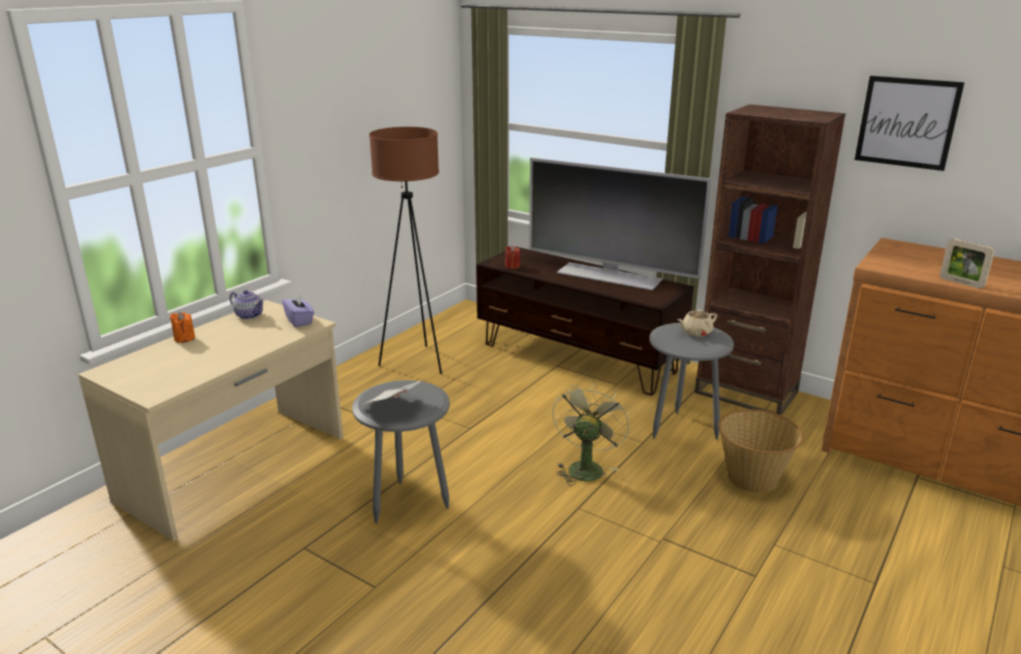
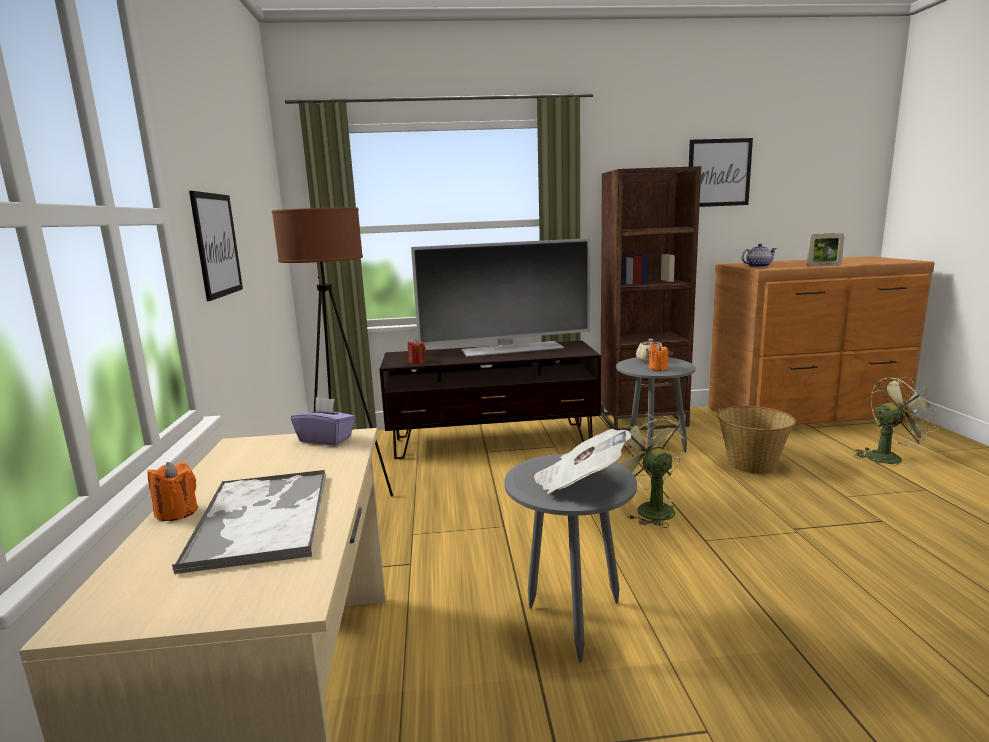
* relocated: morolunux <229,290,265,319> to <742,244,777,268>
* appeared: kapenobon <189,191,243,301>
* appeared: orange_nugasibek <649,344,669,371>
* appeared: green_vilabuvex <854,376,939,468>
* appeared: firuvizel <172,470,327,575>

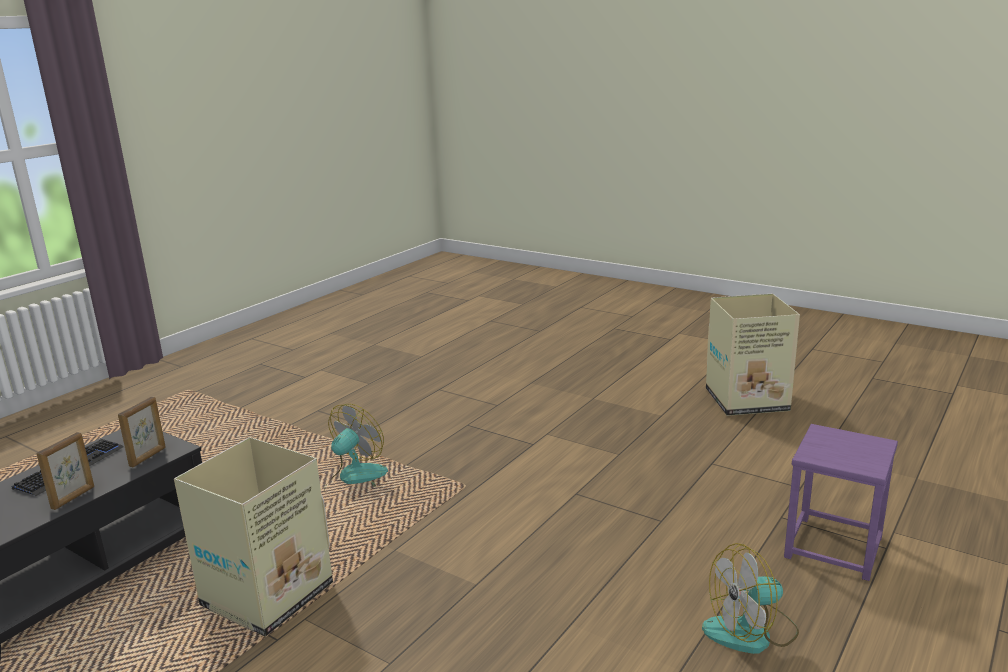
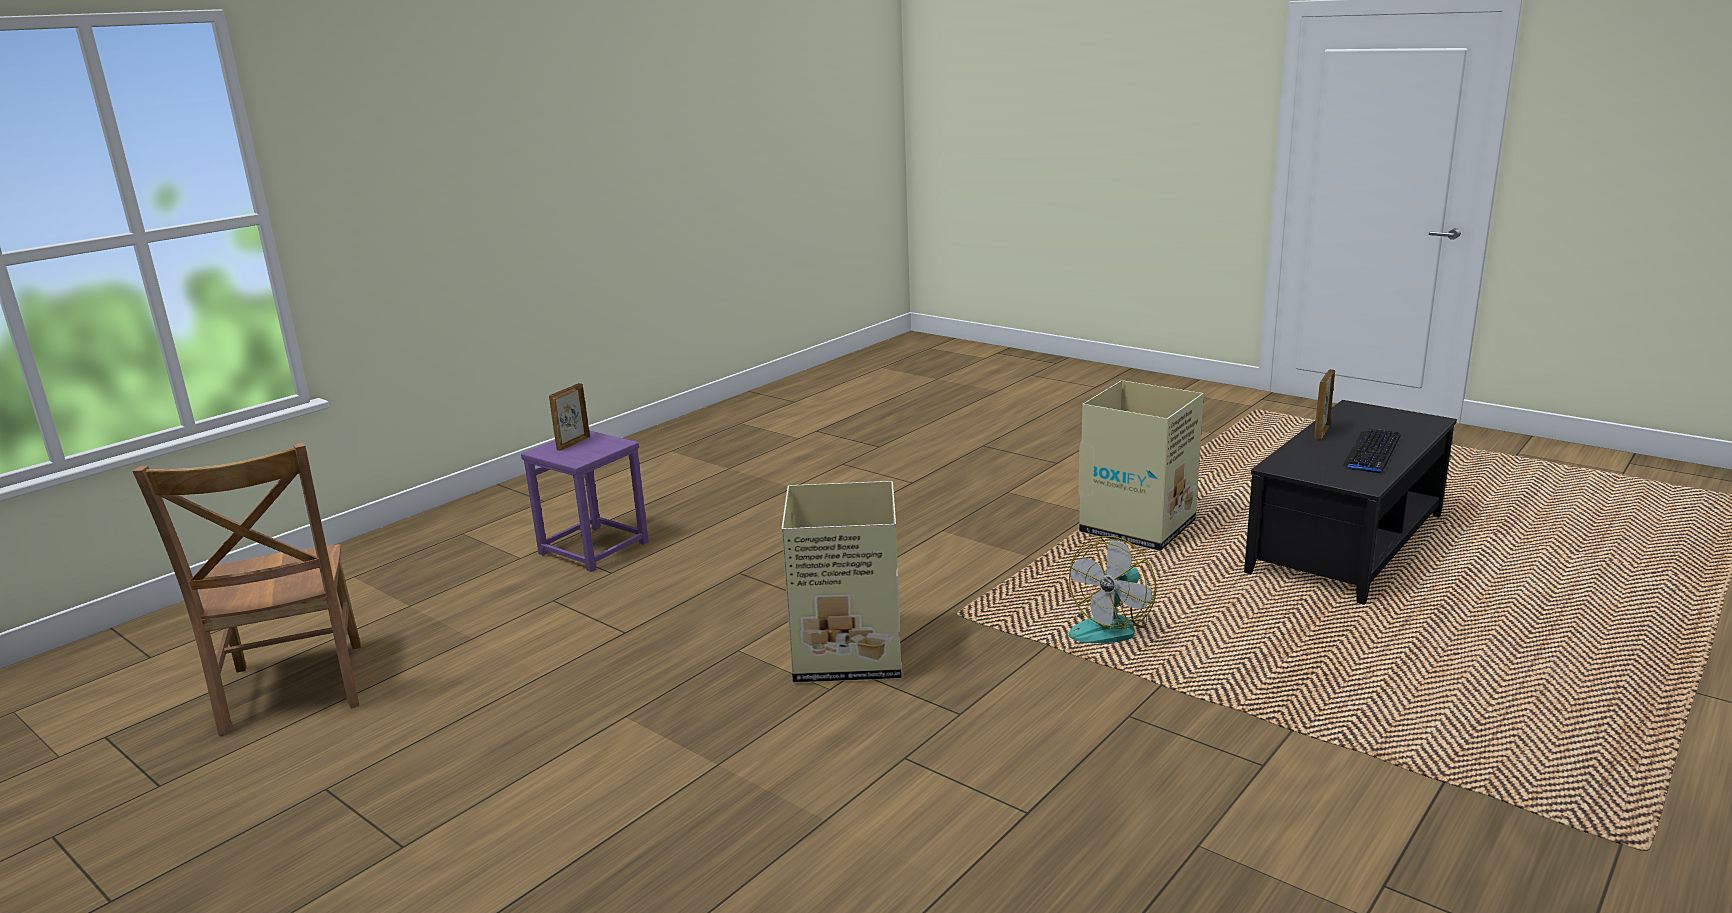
* relocated: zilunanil <706,294,800,416> to <782,481,902,683>
* relocated: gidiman <118,397,166,467> to <549,383,590,451>
* missing: vilabuvex <702,543,799,654>
* appeared: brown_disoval <133,442,361,736>

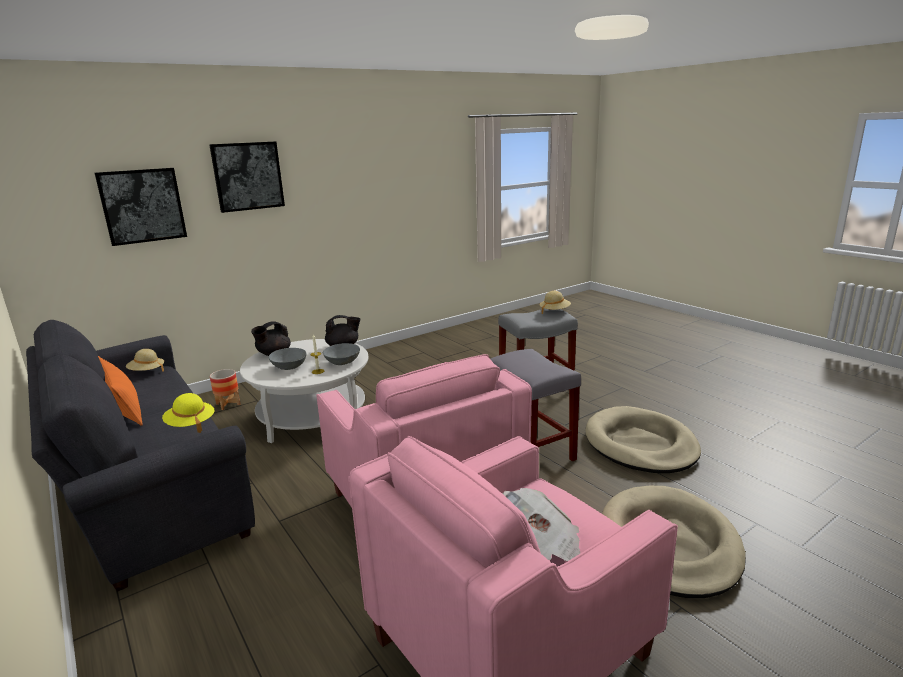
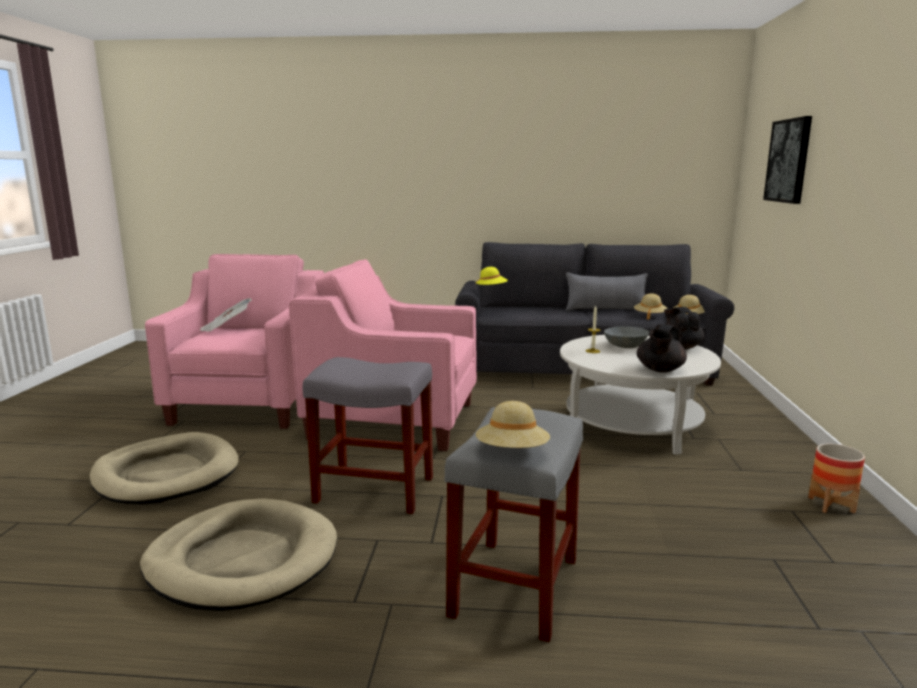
* missing: kapenobon <209,142,285,213>
* missing: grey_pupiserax <323,343,360,365>
* colour: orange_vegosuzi <98,356,143,426> to grey_vegosuzi <566,273,648,311>
* relocated: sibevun <210,369,240,410> to <808,444,865,514>
* appeared: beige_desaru <634,293,668,320>

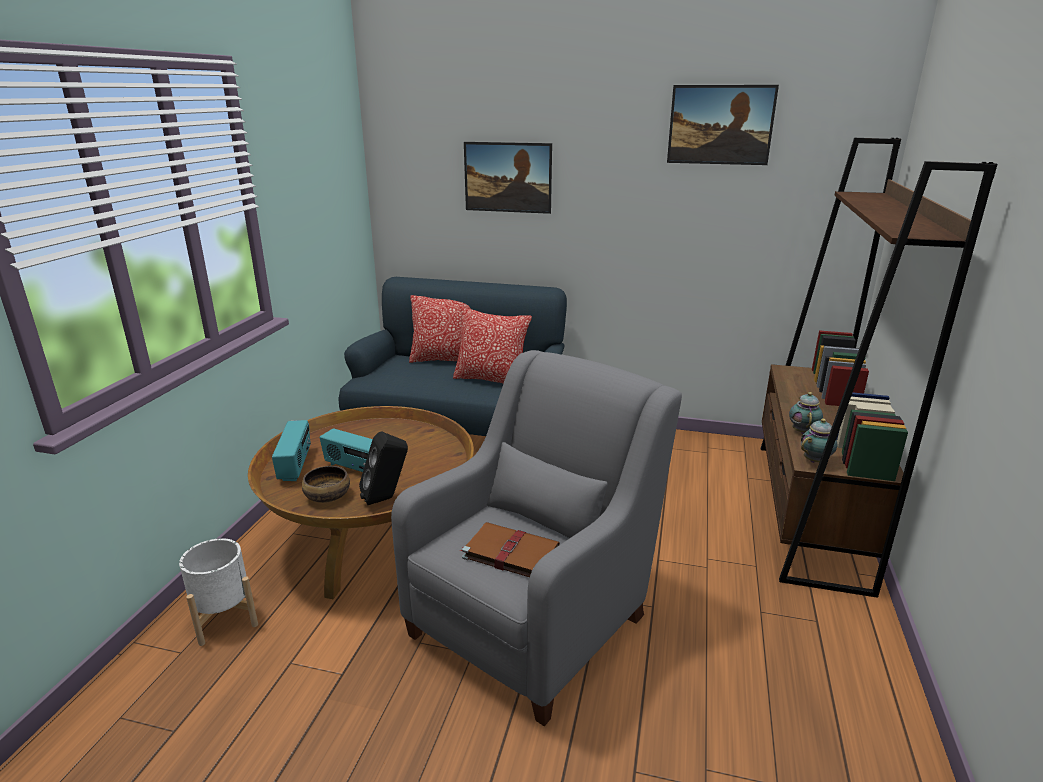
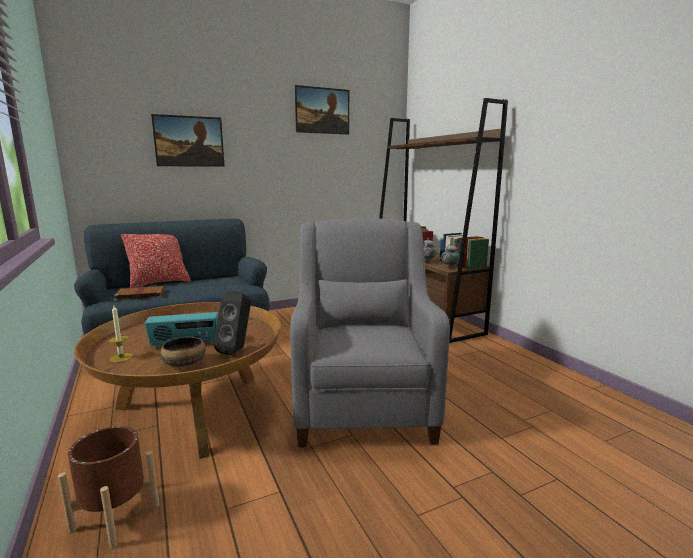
* missing: vegosuzi <453,308,532,383>
* exchanged: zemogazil <272,420,311,481> to nugasibek <108,306,133,363>
* relocated: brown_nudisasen <460,522,560,577> to <114,286,165,301>
* colour: white_sibevun <179,538,258,646> to brown_sibevun <58,426,159,549>

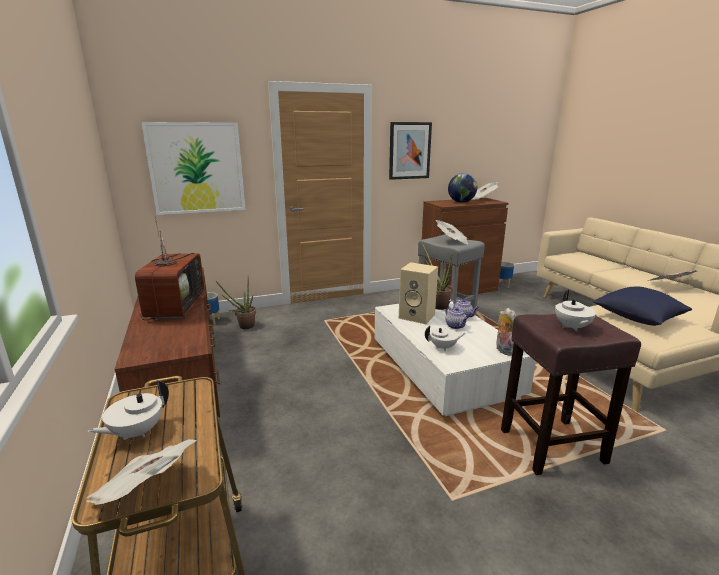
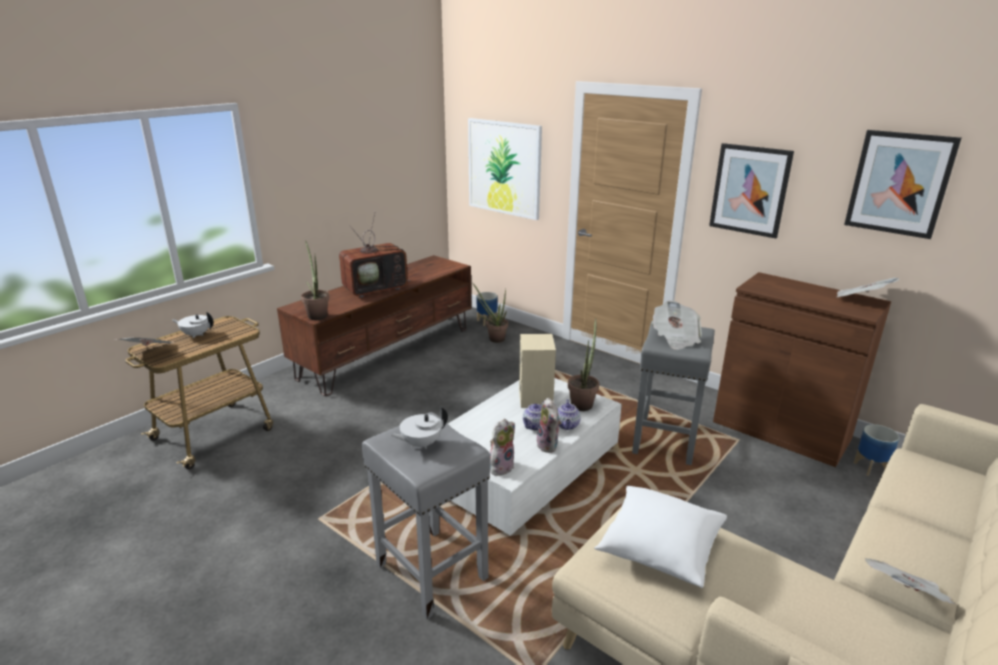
* missing: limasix <448,173,477,203>
* colour: blue_vegosuzi <593,287,692,326> to white_vegosuzi <594,486,727,588>
* colour: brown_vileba <501,314,641,475> to grey_vileba <362,412,490,619>
* missing: white_morolunux <425,326,466,351>
* appeared: kapenobon <844,130,961,239>
* appeared: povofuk <301,240,329,320>
* appeared: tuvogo <537,397,561,453>

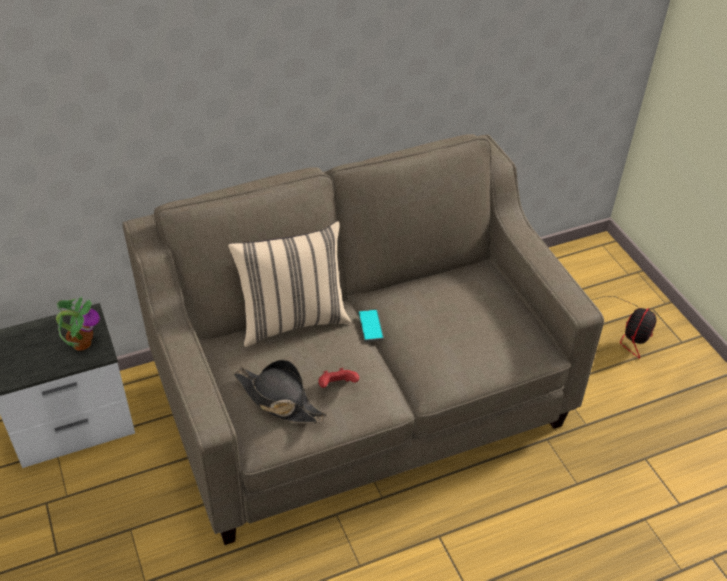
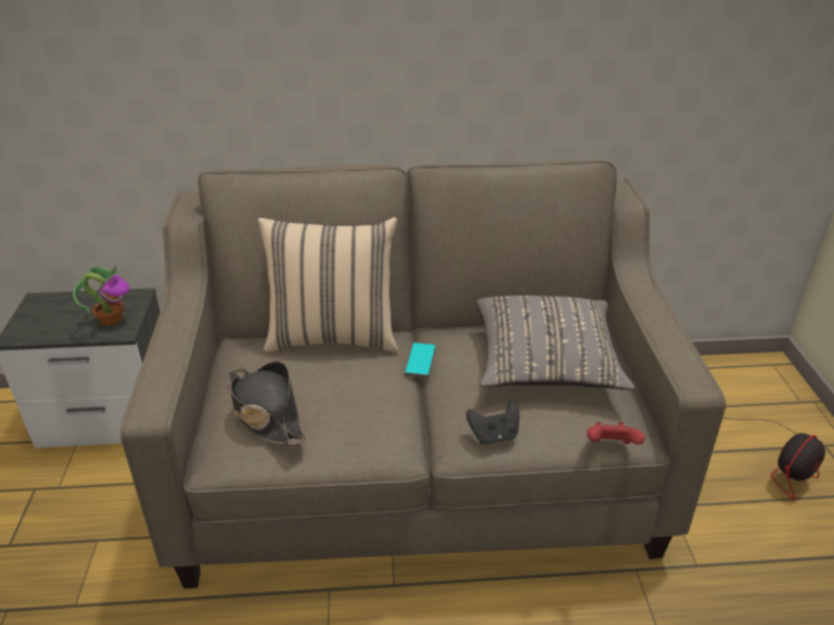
* relocated: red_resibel <318,368,359,388> to <587,422,645,445>
* appeared: grey_vegosuzi <476,295,635,390>
* appeared: black_resibel <466,401,520,444>

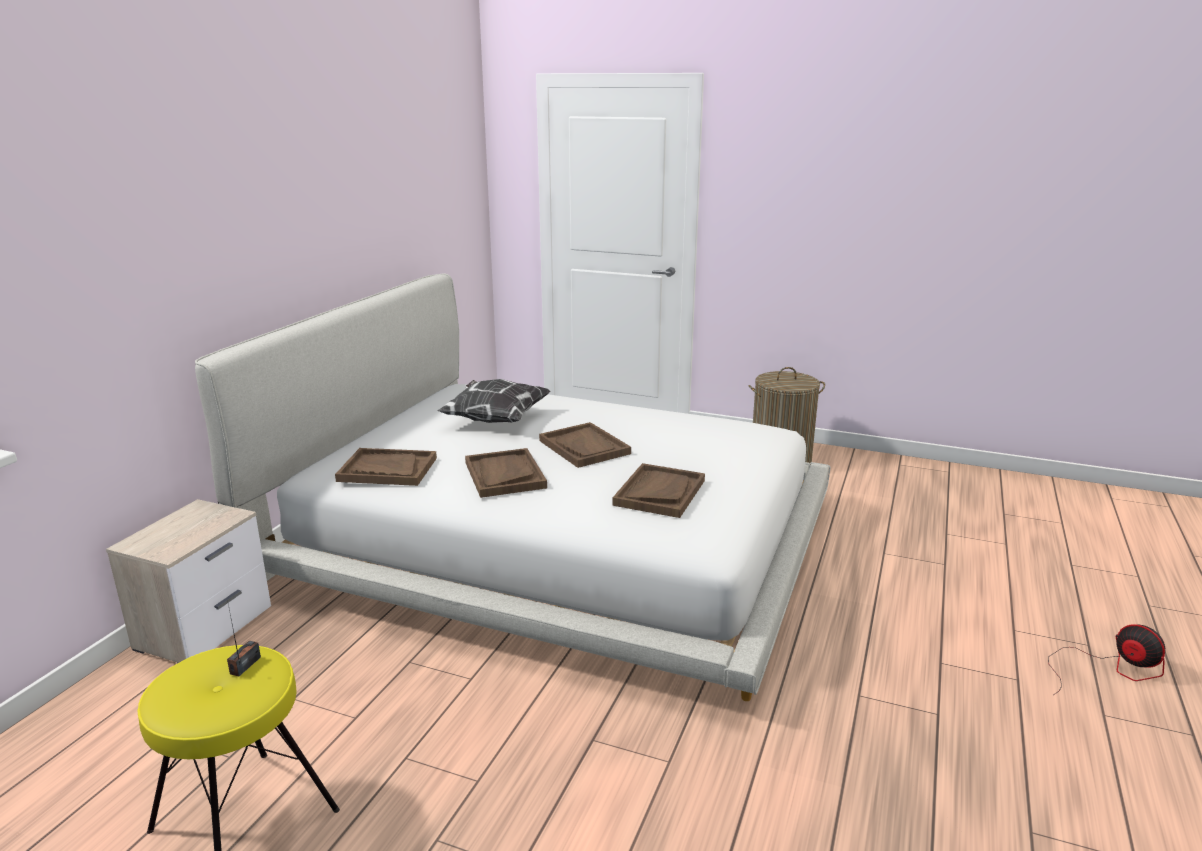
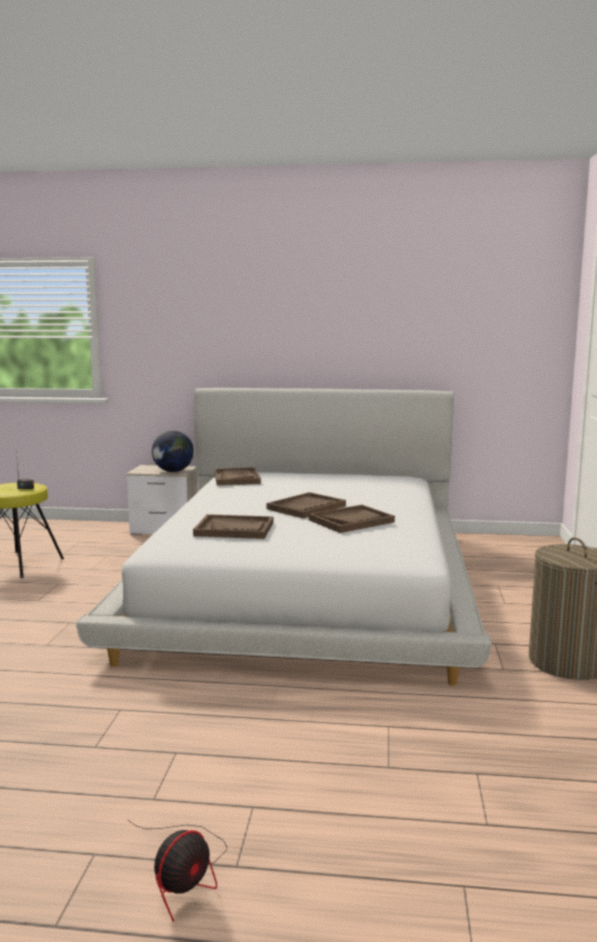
* missing: vegosuzi <437,379,551,423>
* relocated: brown_firuvizel <465,448,547,498> to <309,505,395,533>
* appeared: limasix <152,431,194,472>

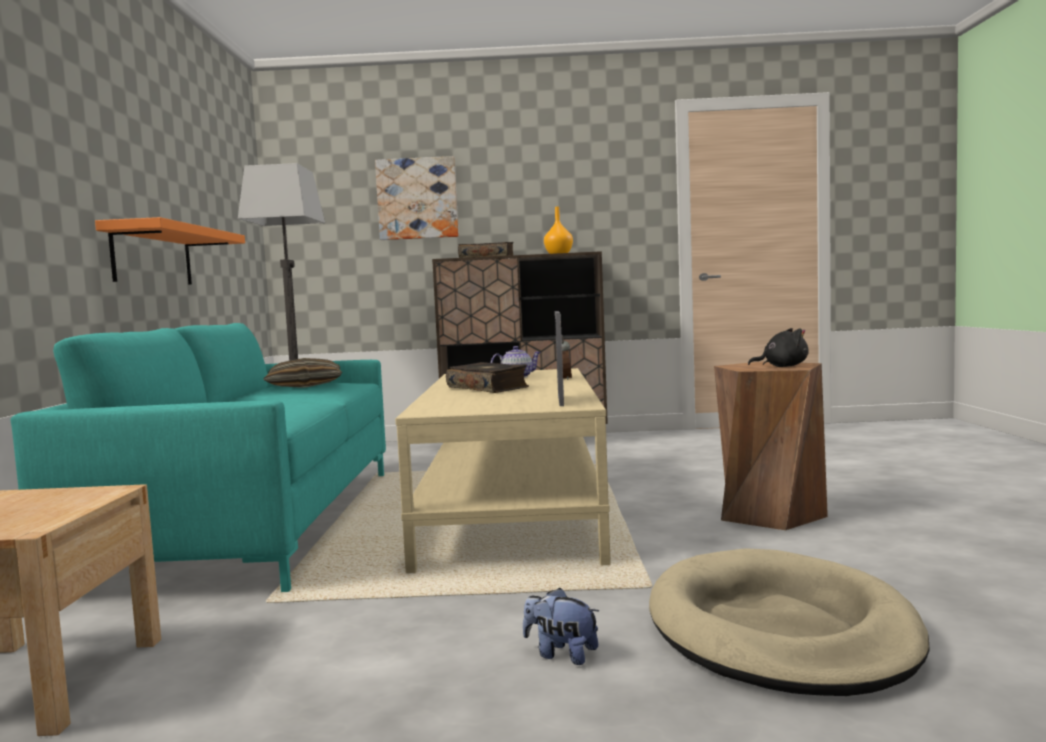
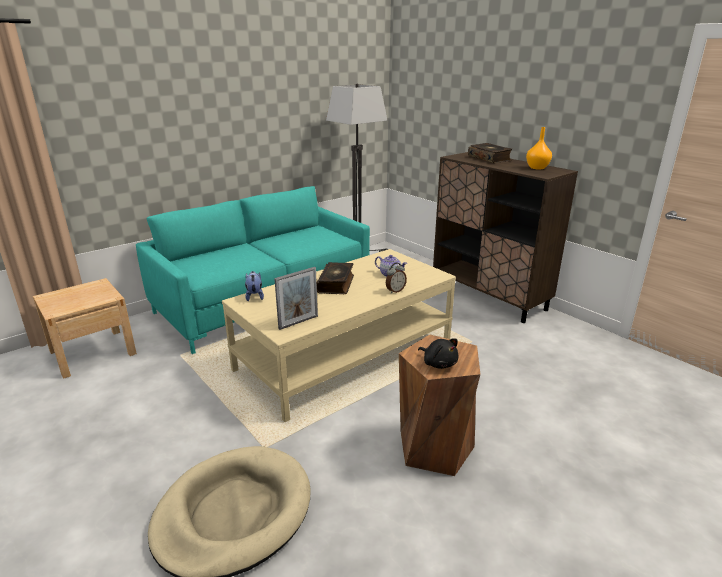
* missing: kapenobon <375,156,459,240>
* missing: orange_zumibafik <95,217,245,284>
* missing: vegosuzi <263,358,343,387>
* relocated: tuvogo <523,588,599,665> to <245,271,264,301>

